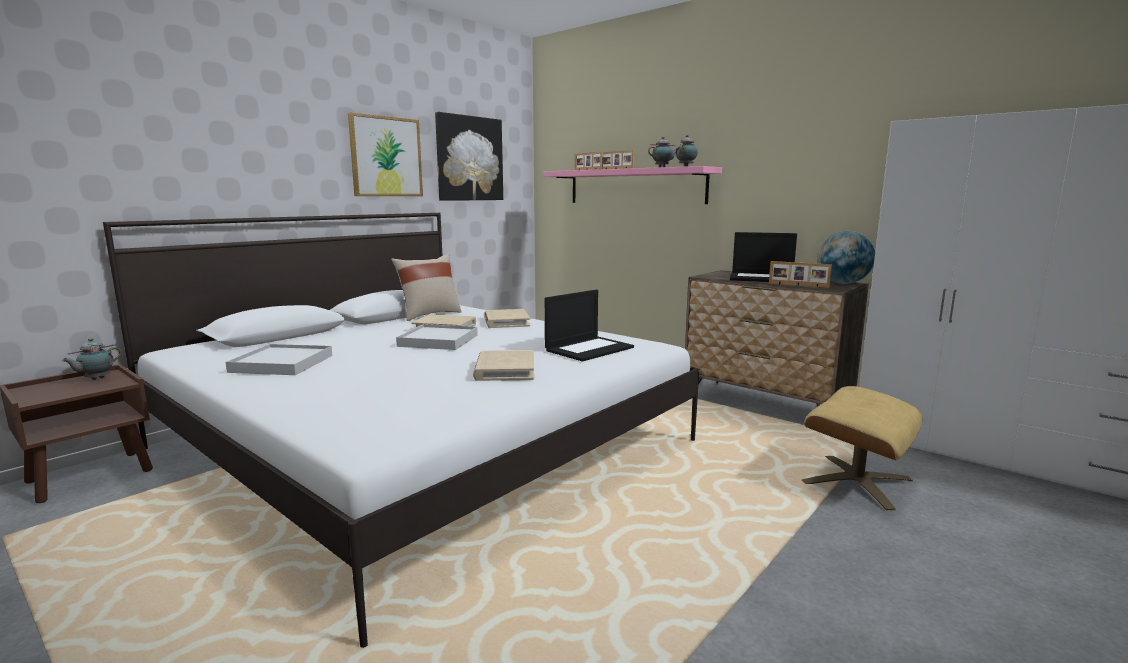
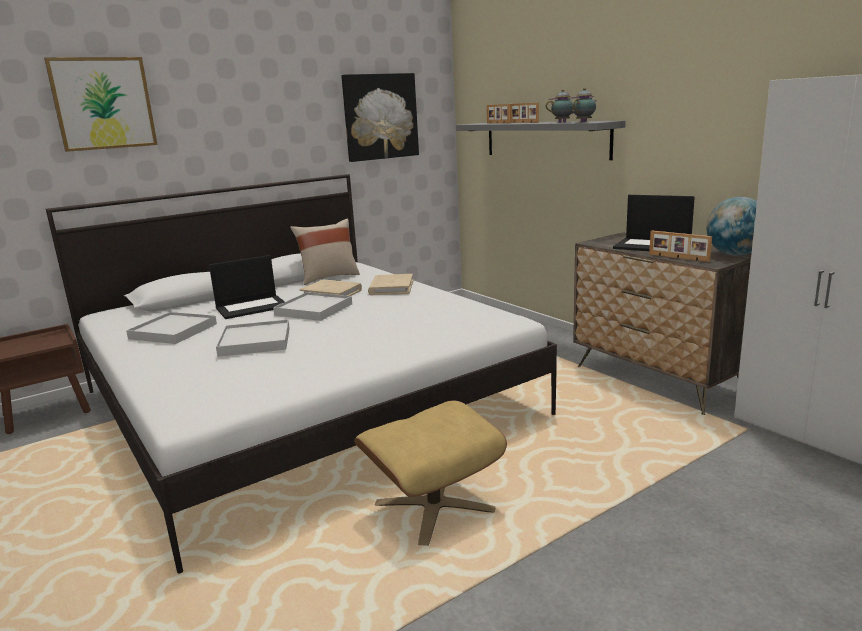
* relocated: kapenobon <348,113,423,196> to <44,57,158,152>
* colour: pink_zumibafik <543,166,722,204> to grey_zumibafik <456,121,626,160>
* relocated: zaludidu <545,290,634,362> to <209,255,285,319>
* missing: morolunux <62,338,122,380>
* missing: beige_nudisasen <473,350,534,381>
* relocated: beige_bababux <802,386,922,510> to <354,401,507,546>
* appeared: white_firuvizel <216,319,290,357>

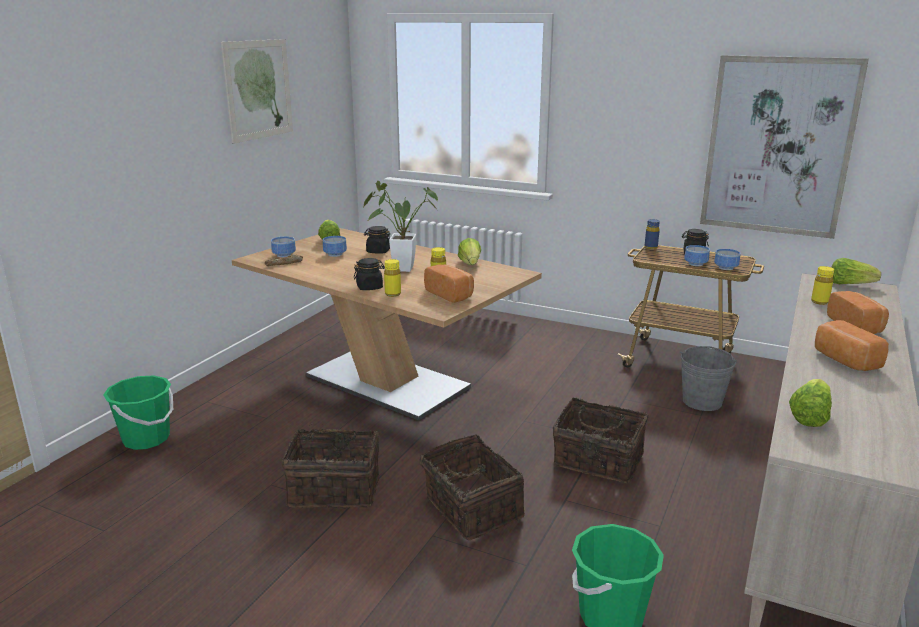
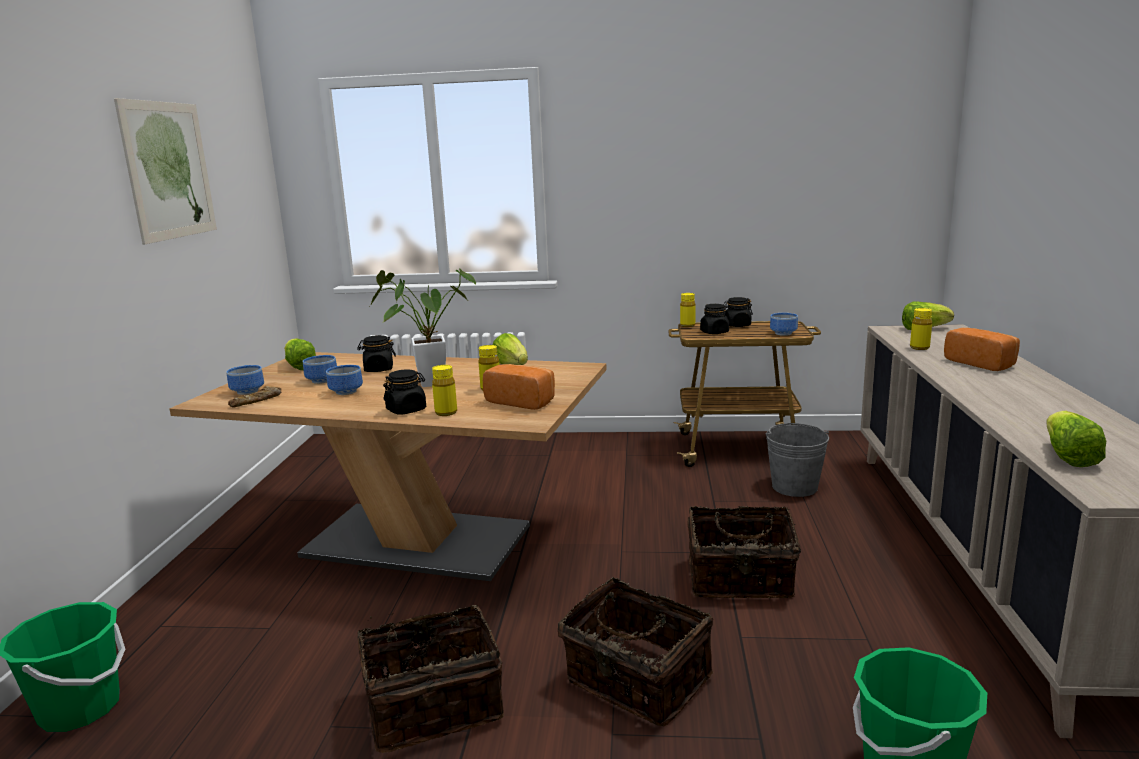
* missing: kapenobon <700,55,869,239>
* colour: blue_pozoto <645,219,660,249> to yellow_pozoto <680,293,695,327>
* relocated: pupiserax <684,245,710,266> to <326,365,363,395>
* missing: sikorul <815,320,889,371>
* appeared: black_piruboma <700,304,729,334>

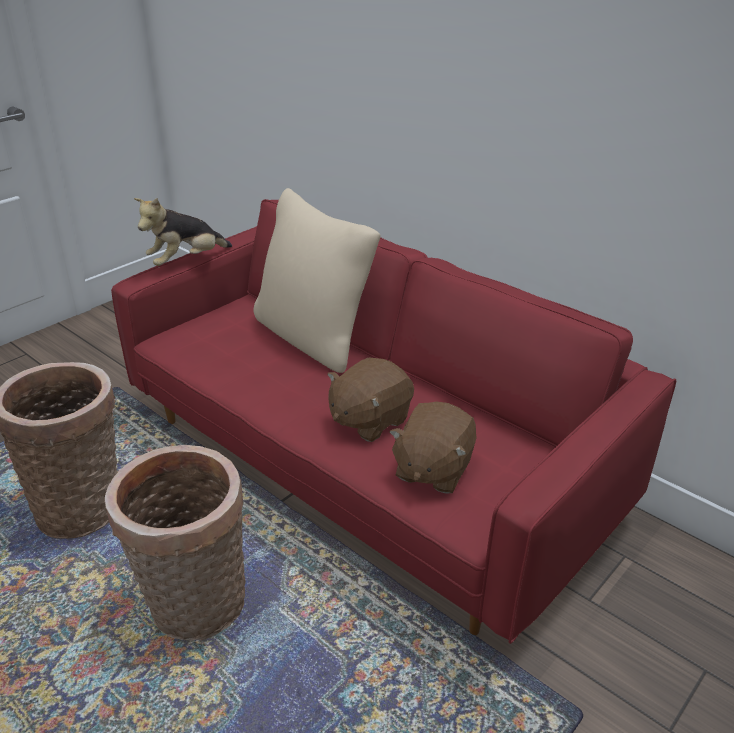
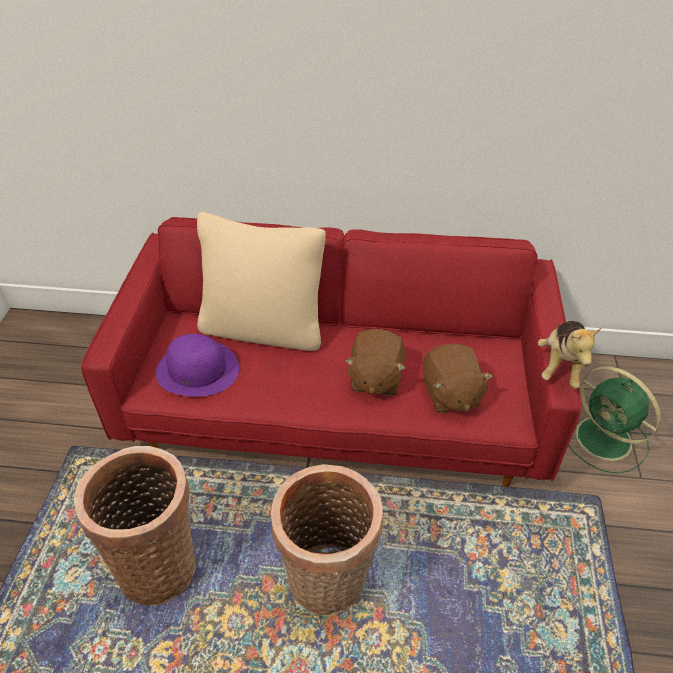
* relocated: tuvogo <134,198,232,266> to <538,321,602,389>
* appeared: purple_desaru <156,334,239,397>
* appeared: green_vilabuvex <568,366,661,474>

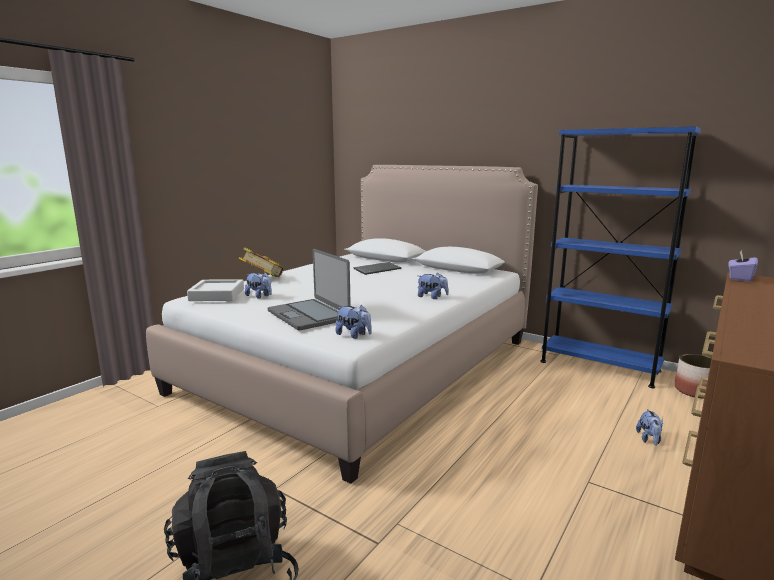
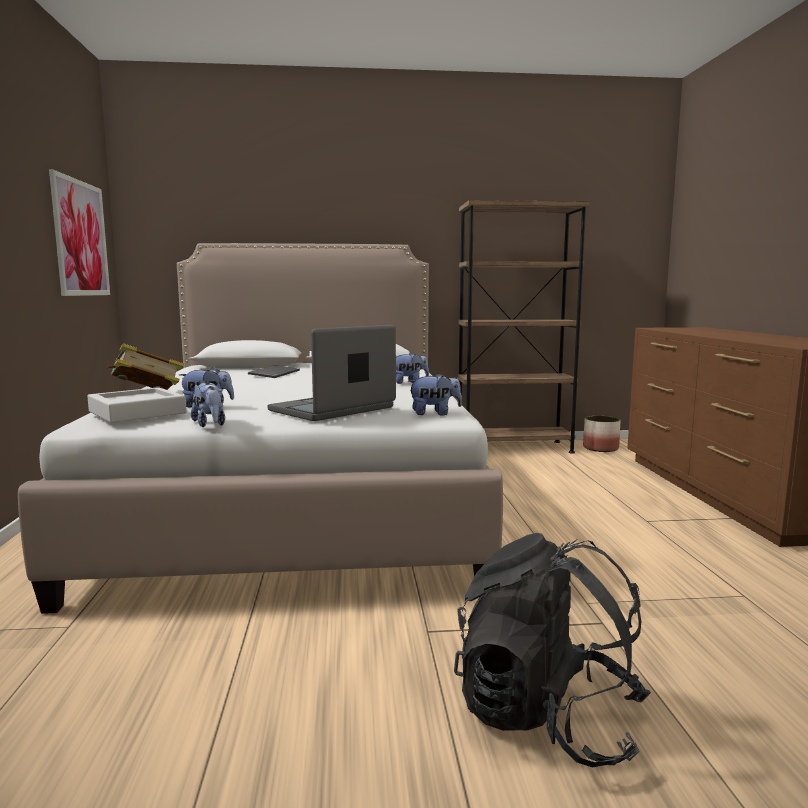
* colour: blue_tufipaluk <540,126,701,388> to brown_tufipaluk <457,200,589,454>
* spun: zaludidu <268,249,351,331> = <268,325,396,421> 120 degrees clockwise
* missing: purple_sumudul <728,250,758,282>
* relocated: tuvogo <636,409,663,446> to <191,382,225,427>
* appeared: kapenobon <49,169,110,296>

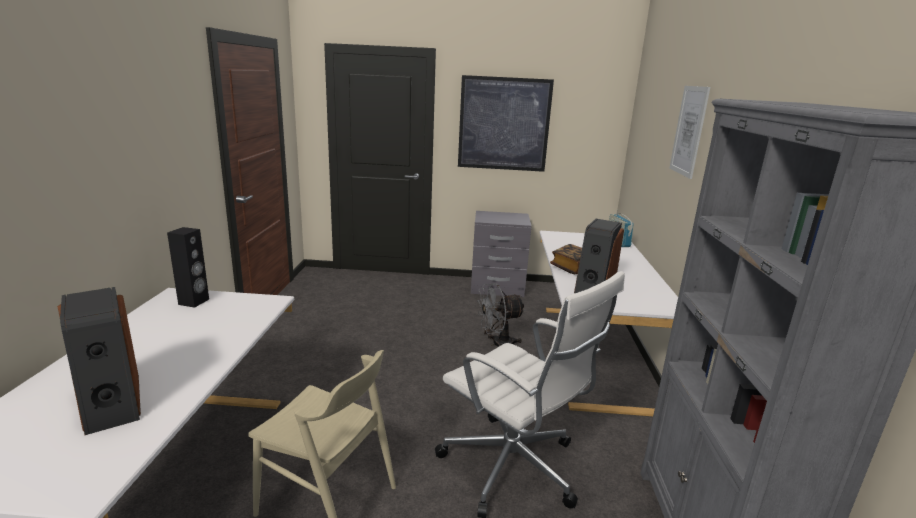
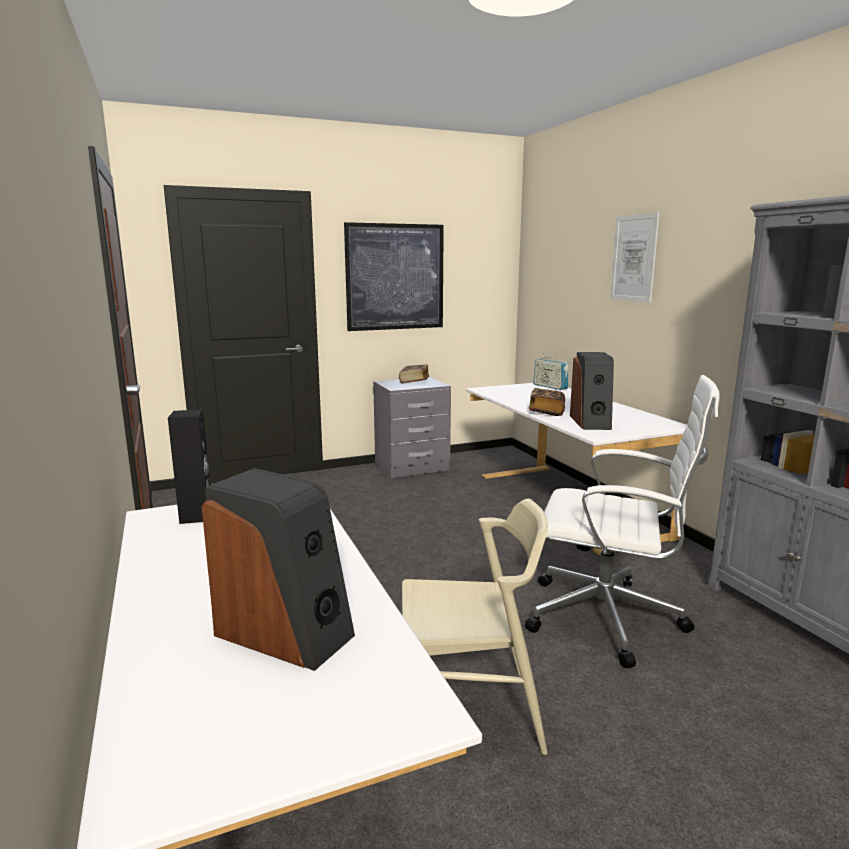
* missing: grey_vilabuvex <477,283,525,347>
* appeared: nudisasen <399,364,429,384>

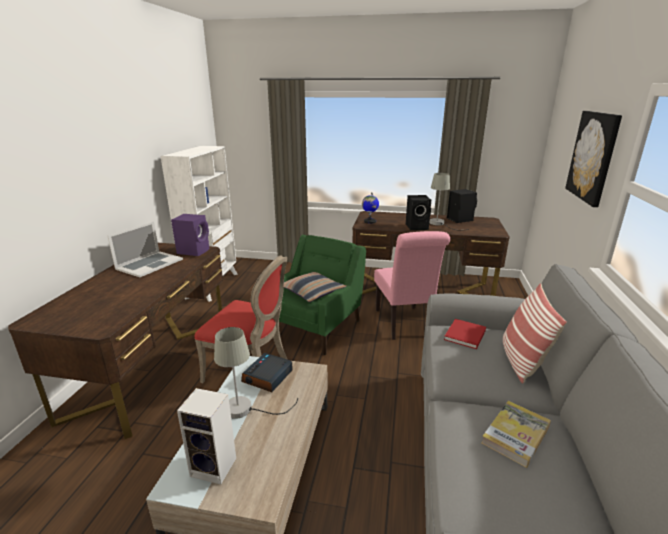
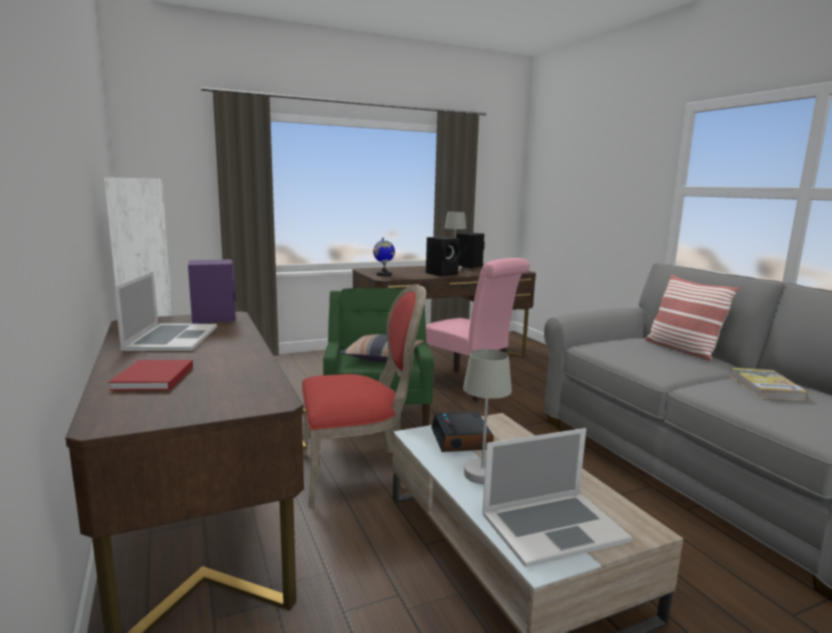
* missing: kapenobon <565,111,622,207>
* relocated: red_nudisasen <444,319,486,349> to <108,360,193,390>
* exchanged: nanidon <177,388,236,484> to zaludidu <482,428,632,568>

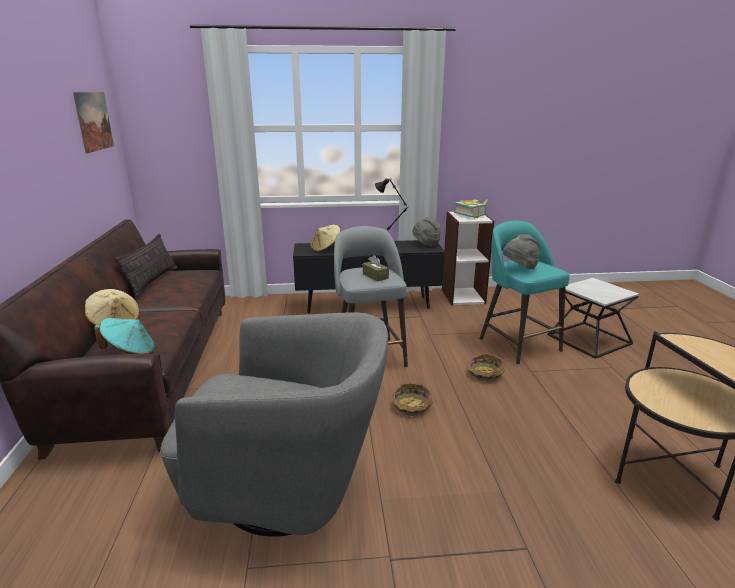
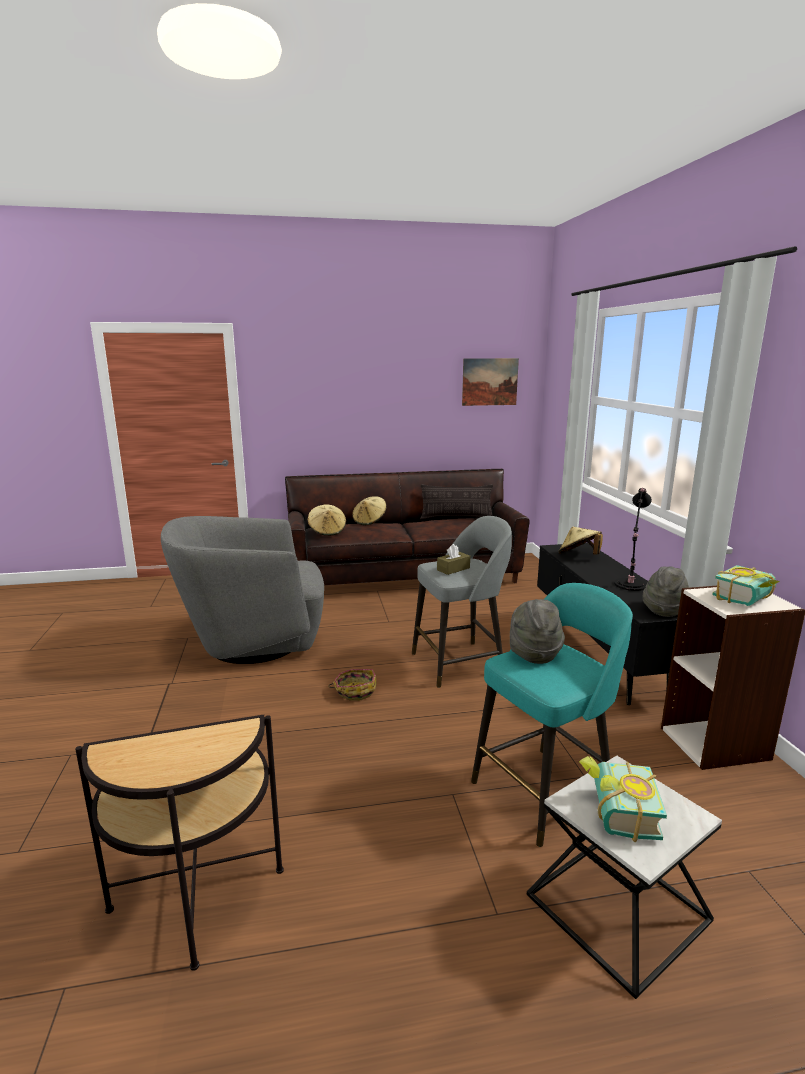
* spun: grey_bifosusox <160,312,388,537> = <161,516,324,664> 75 degrees clockwise
* colour: turquoise_desaru <94,318,155,354> to beige_desaru <307,505,346,536>
* missing: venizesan <467,353,505,382>
* appeared: nudisasen <579,756,667,842>

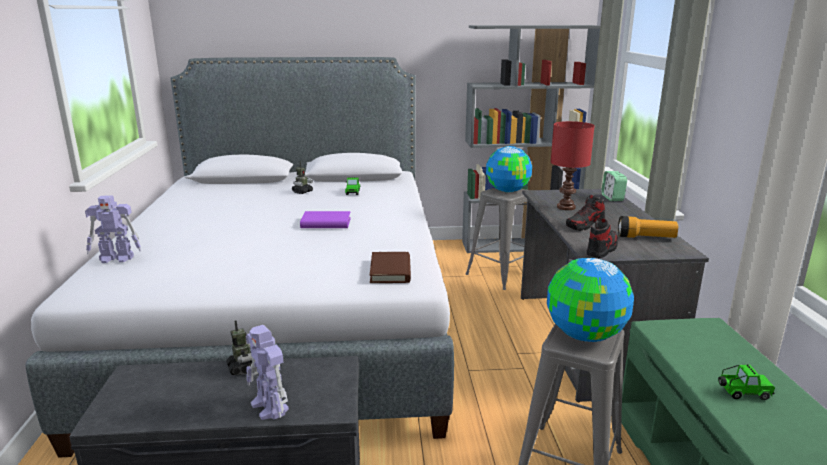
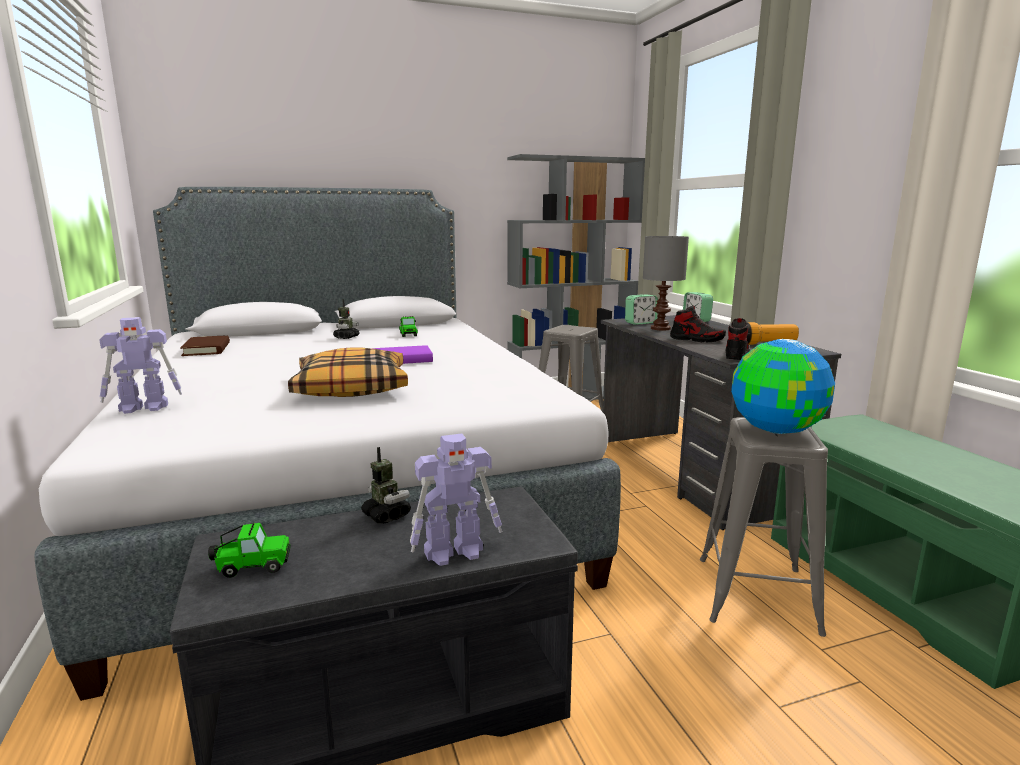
* colour: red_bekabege <551,121,595,210> to grey_bekabege <643,236,689,331>
* missing: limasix <486,146,532,193>
* spun: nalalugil <566,195,605,231> = <670,305,726,343> 105 degrees counterclockwise
* relocated: brown_nudisasen <370,252,411,283> to <180,336,230,356>
* spun: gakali <246,325,289,420> = <410,433,502,566> 60 degrees counterclockwise
* relocated: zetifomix <718,364,775,400> to <208,522,291,578>
* appeared: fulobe <625,294,658,325>
* appeared: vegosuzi <288,347,408,397>

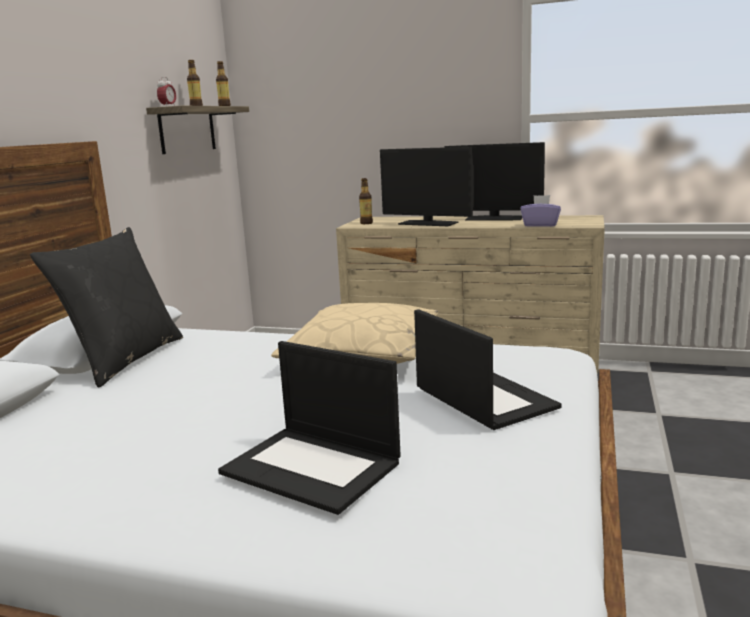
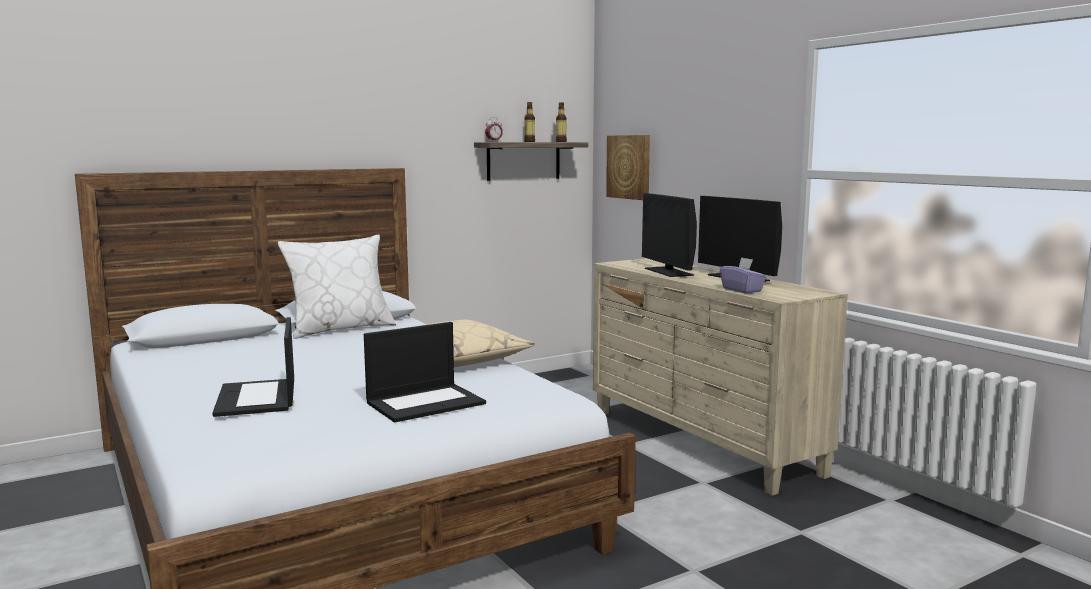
* missing: pozoto <359,178,373,224>
* colour: black_vegosuzi <30,227,183,388> to white_vegosuzi <278,235,396,339>
* spun: zaludidu <414,309,562,430> = <364,322,486,422> 45 degrees clockwise
* appeared: kapenobon <606,135,650,200>

